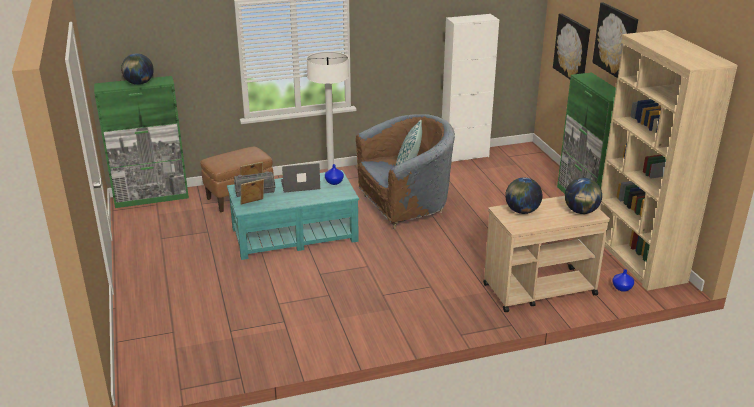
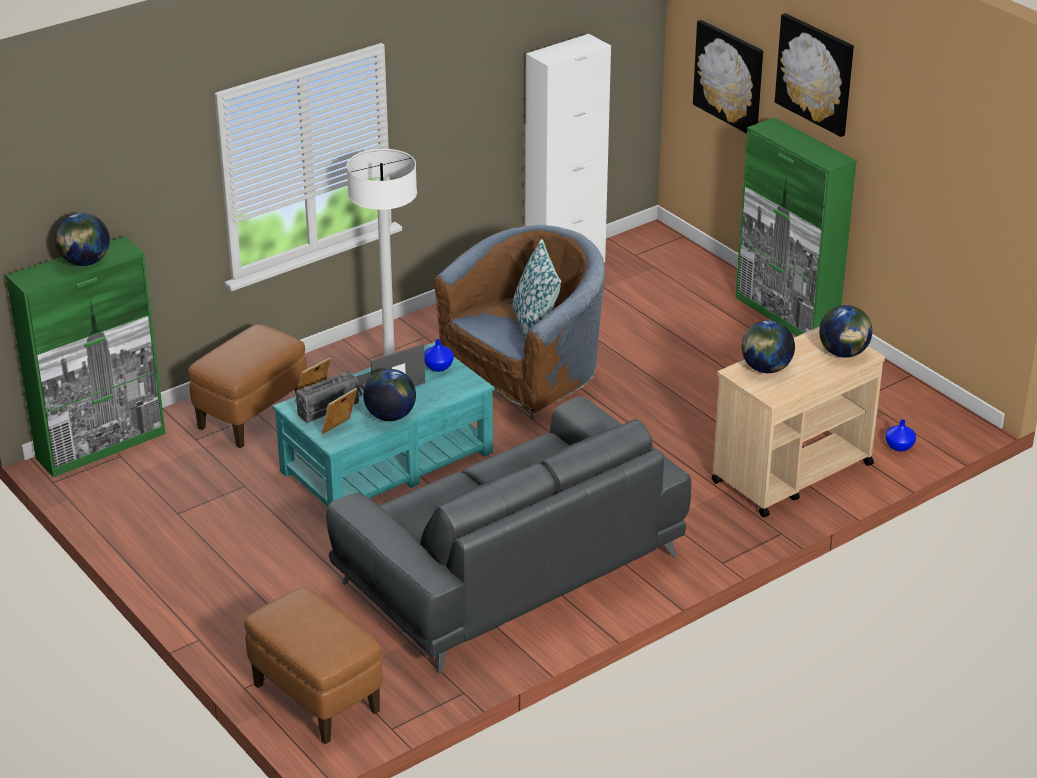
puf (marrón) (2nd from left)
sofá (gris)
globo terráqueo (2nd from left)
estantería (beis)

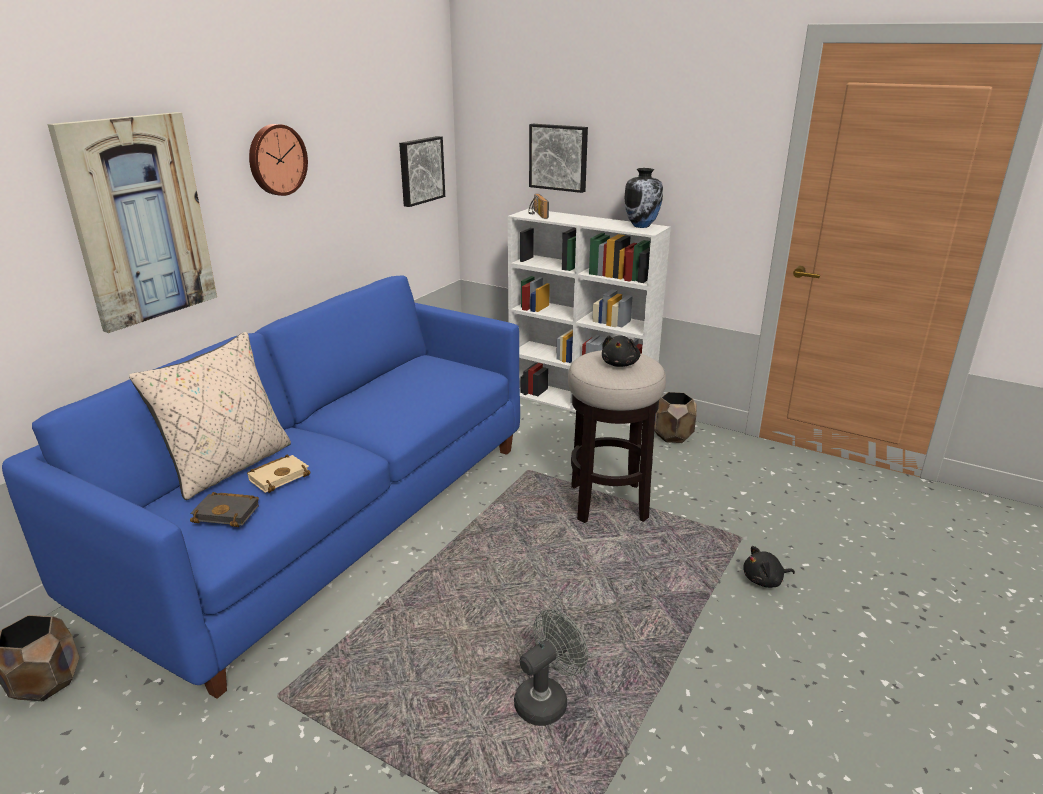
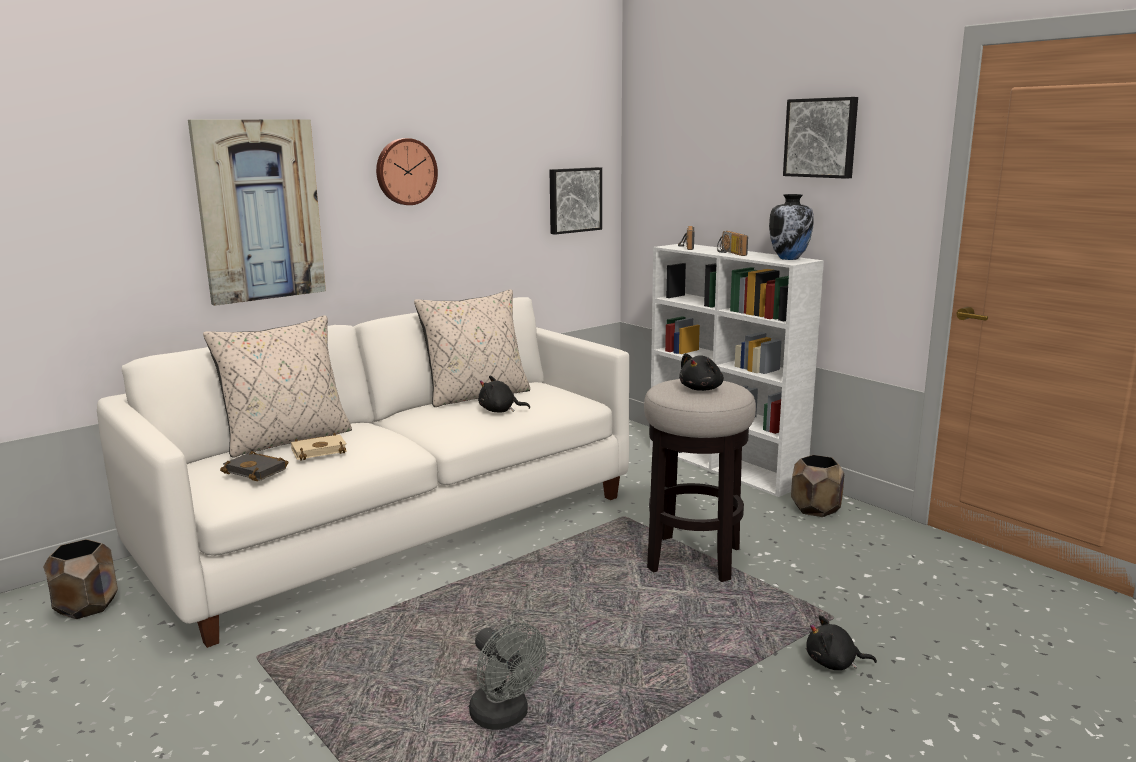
sofá (blanco)
cojín (beis) (2nd from left)
ventilador (gris)
peluche (negro) (1st from left)
radio (2nd from left)
cuadro (3rd from left)

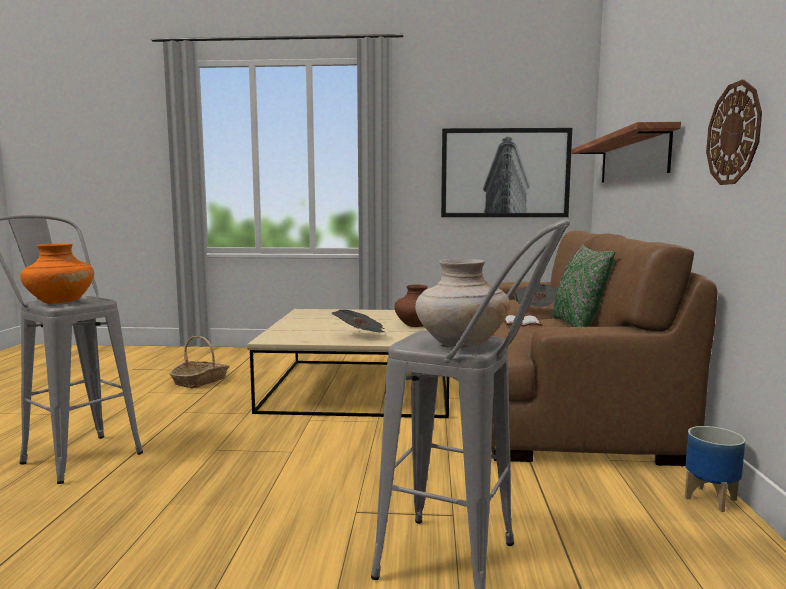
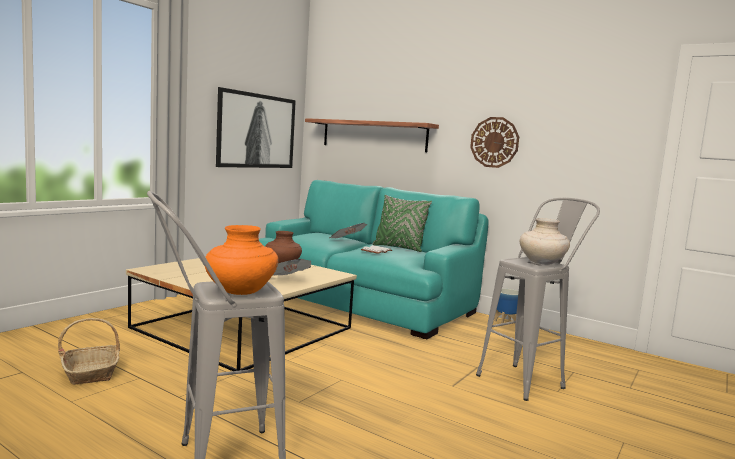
sofá (turquesa)

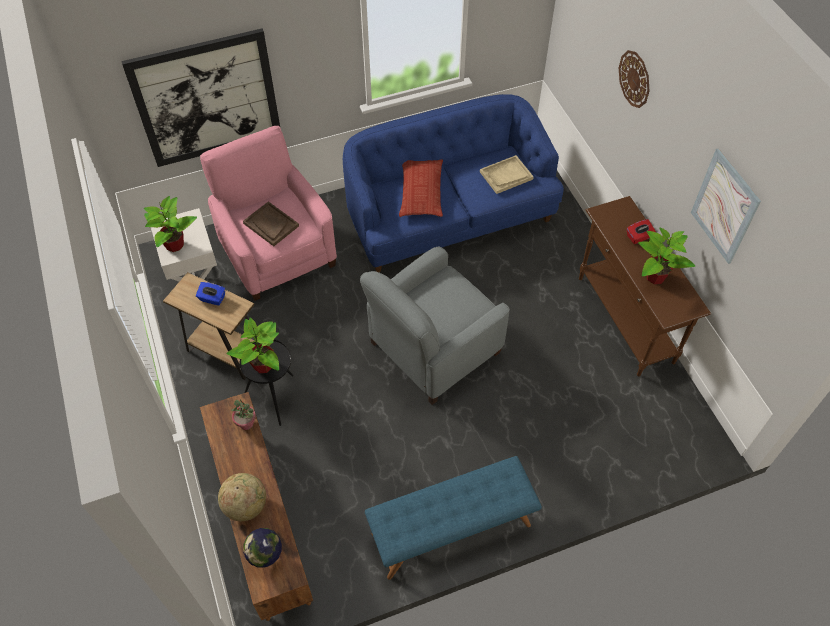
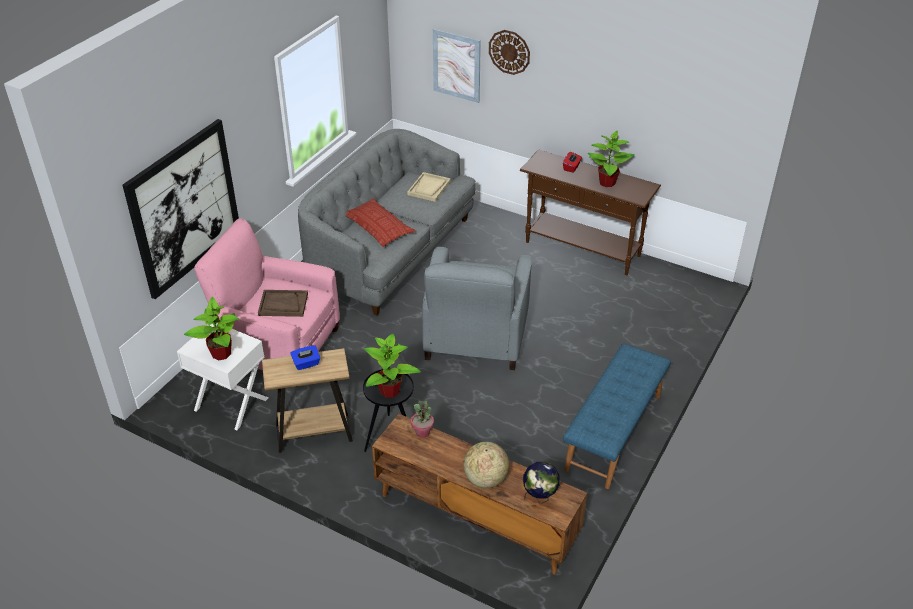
sofá (gris)
cuadro (2nd from left)

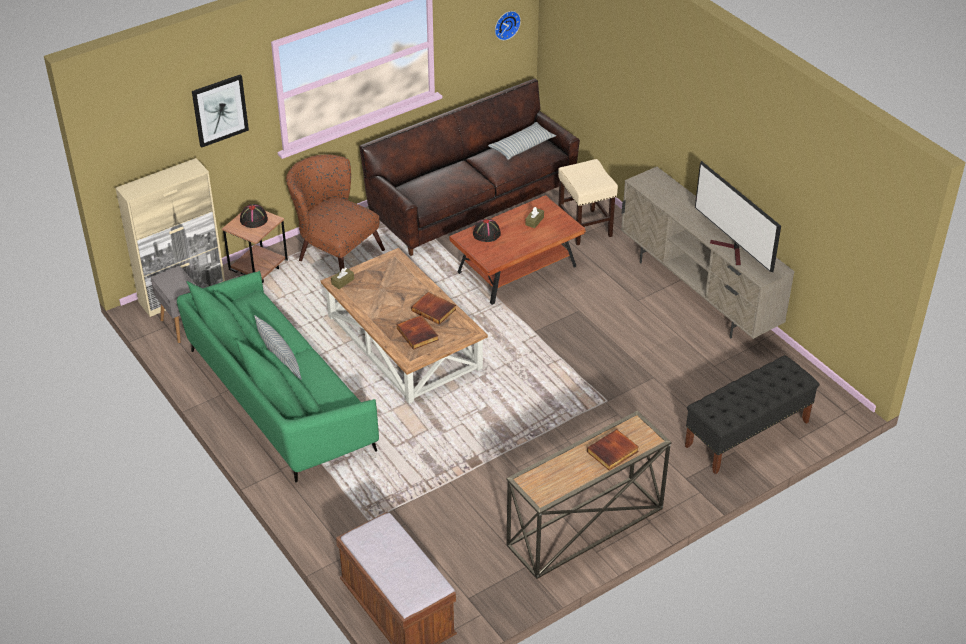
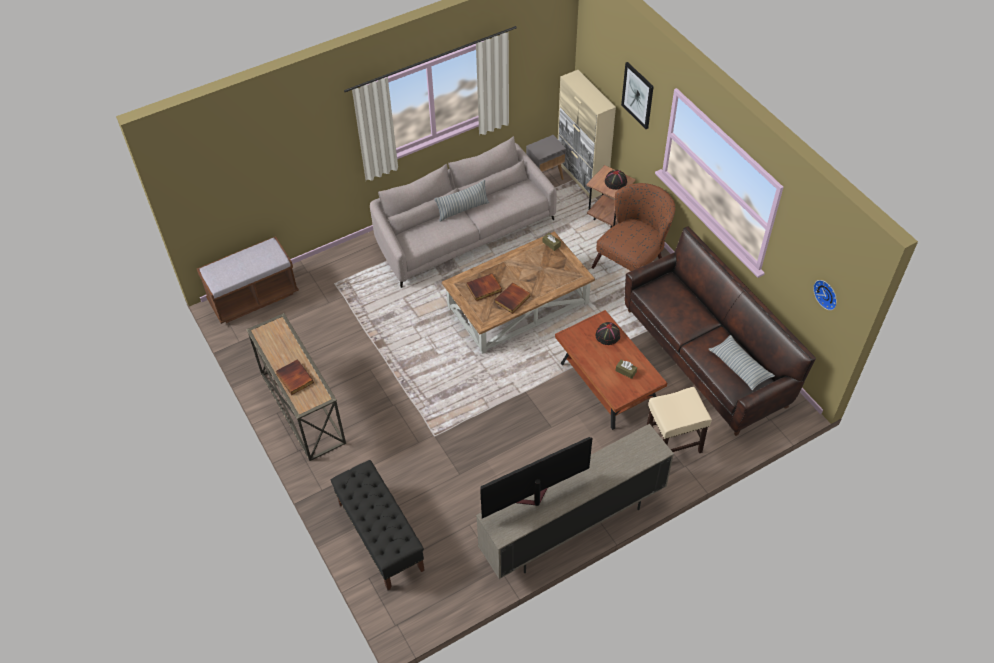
sofá (gris)

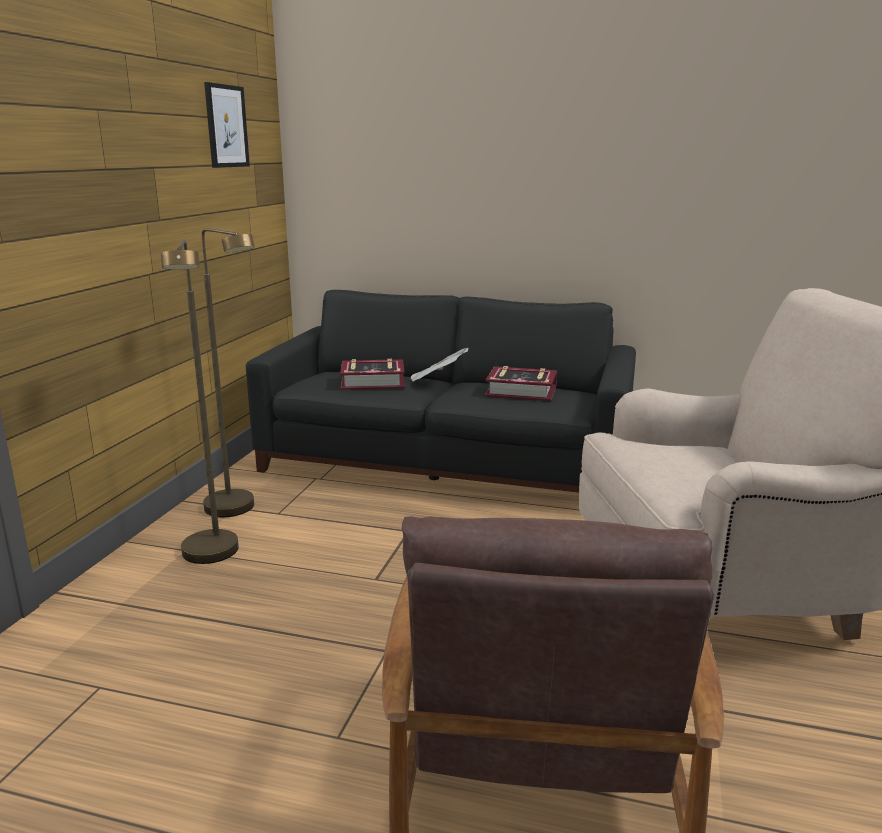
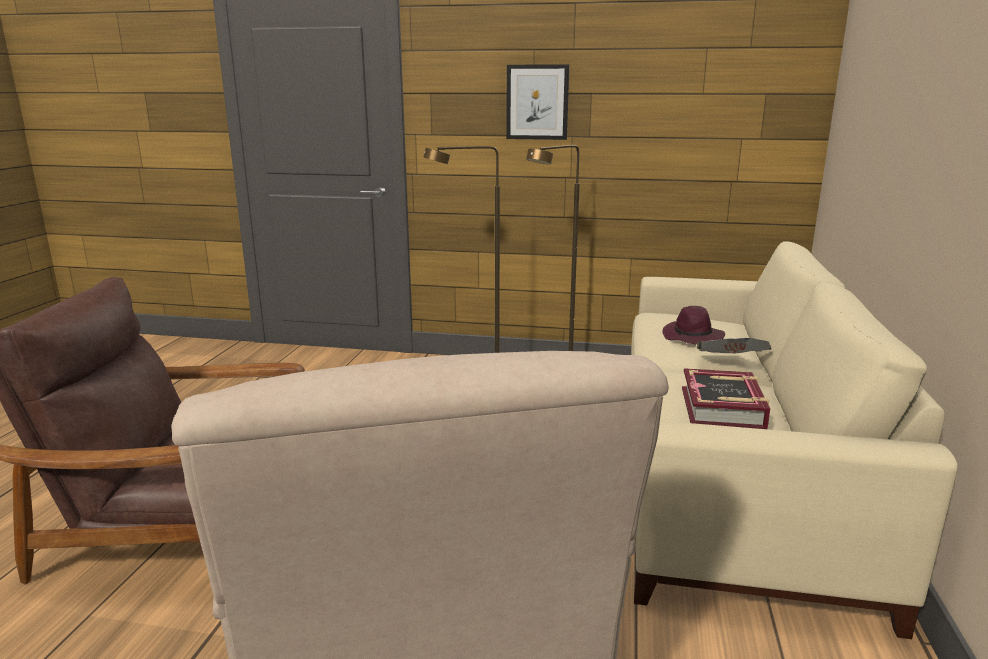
cuadro
sofá (beis)
sombrero (morado)

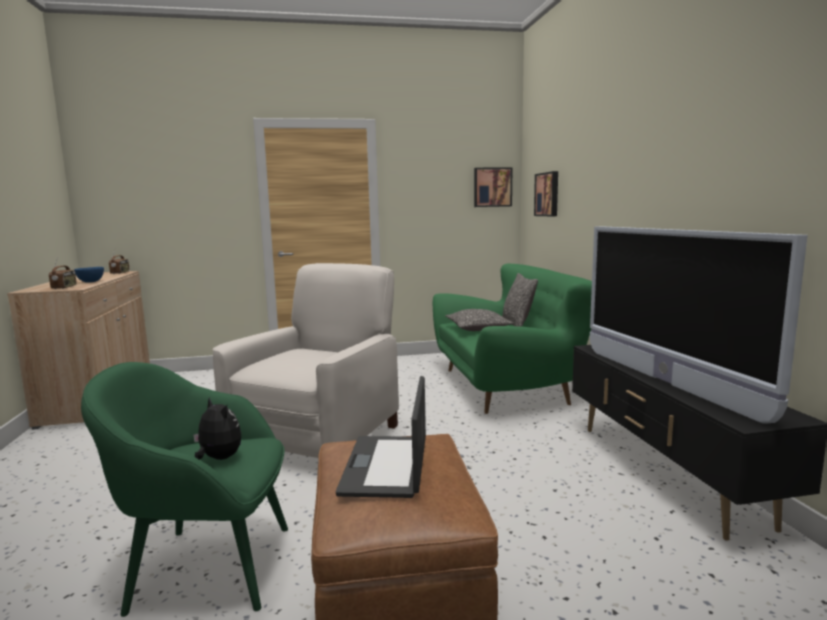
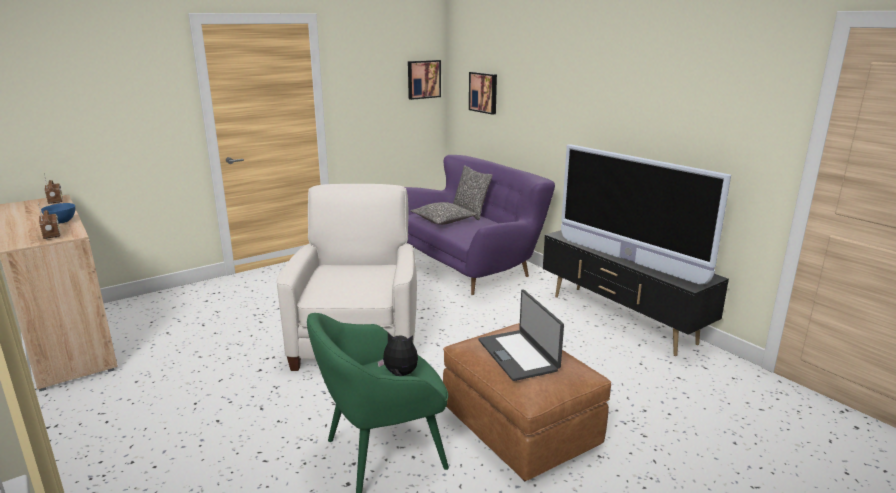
sofá (morado)

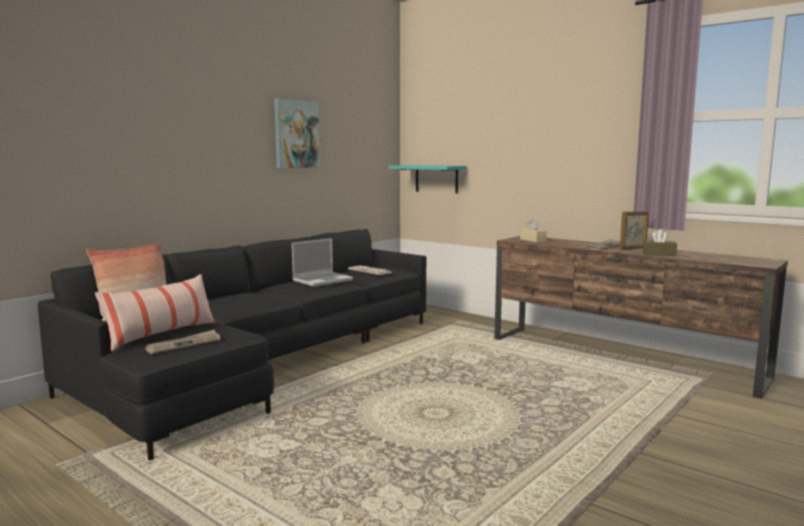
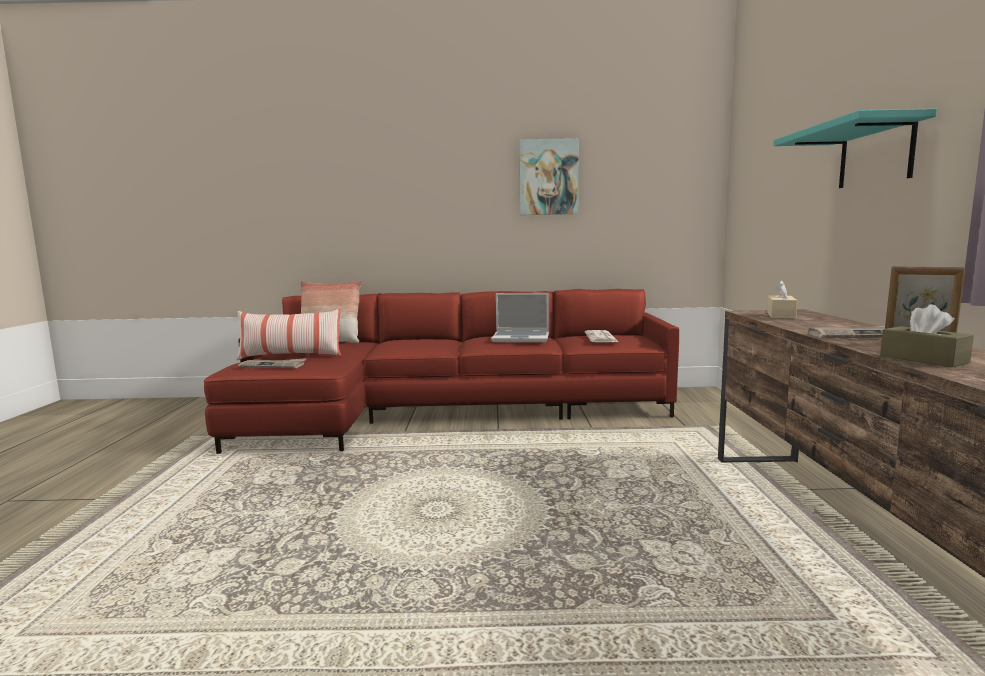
sofá (rojo)
estante (turquesa)

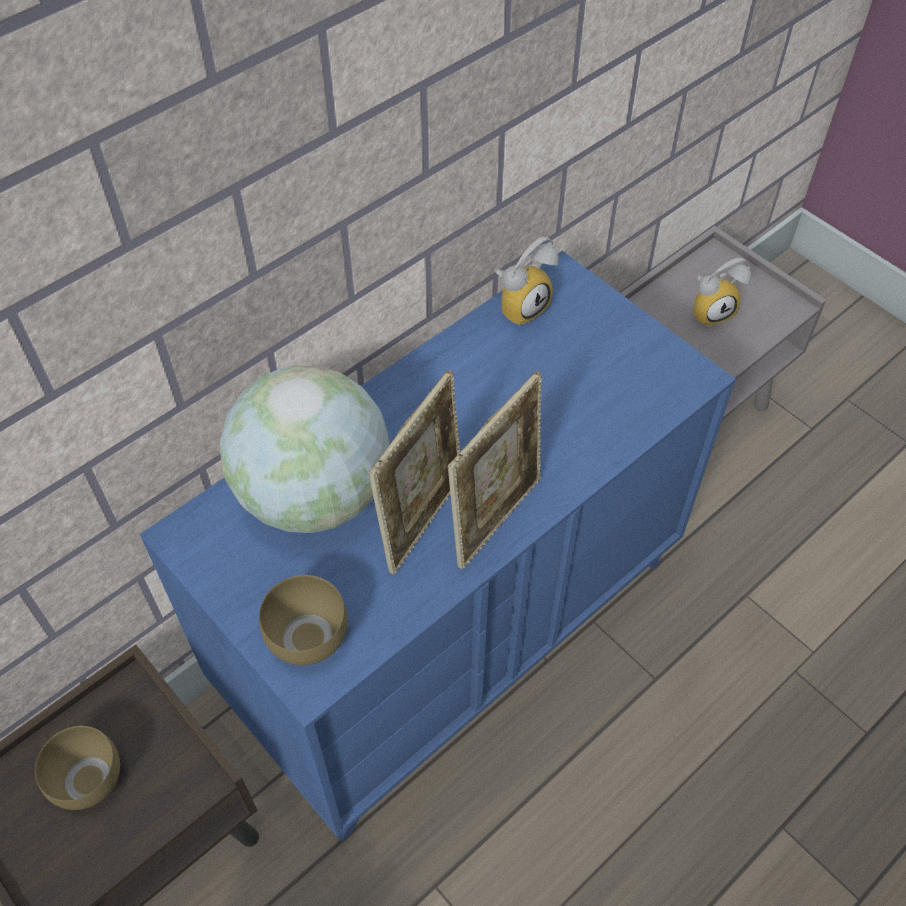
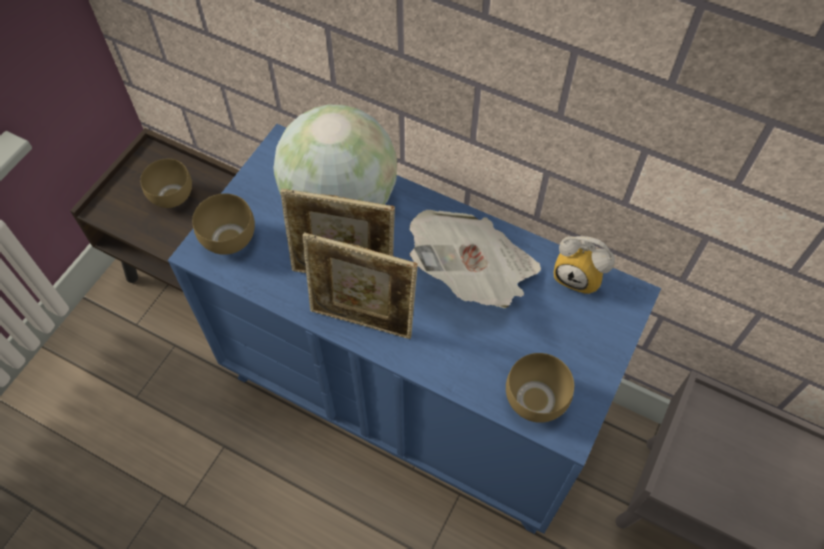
periódico
cuenco (marrón) (3rd from left)
despertador (2nd from left in the first image)

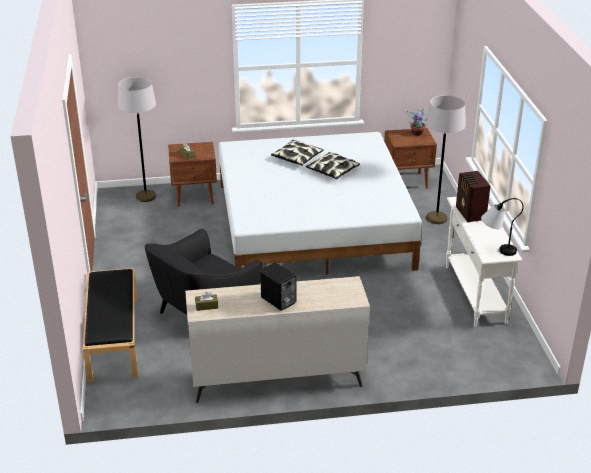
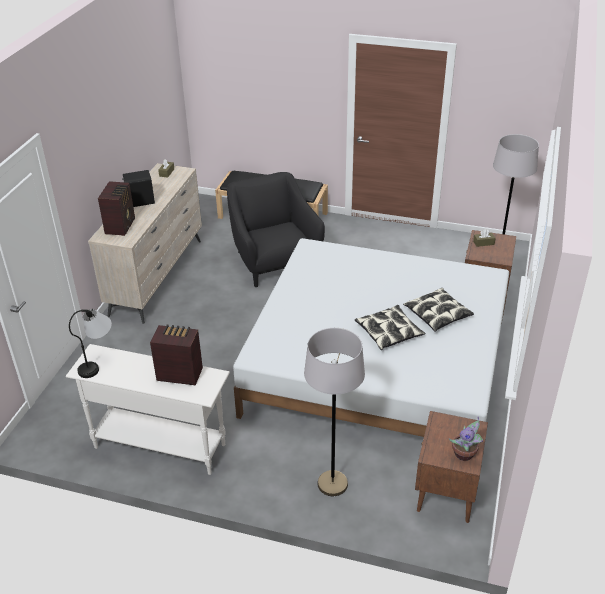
radio (1st from left)

